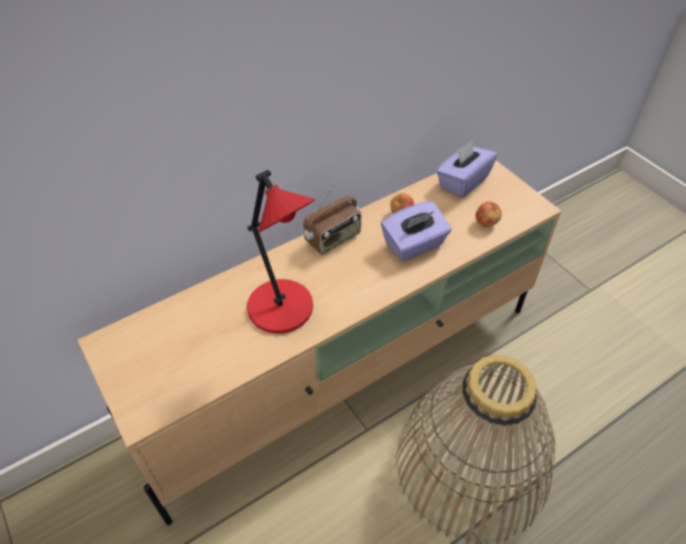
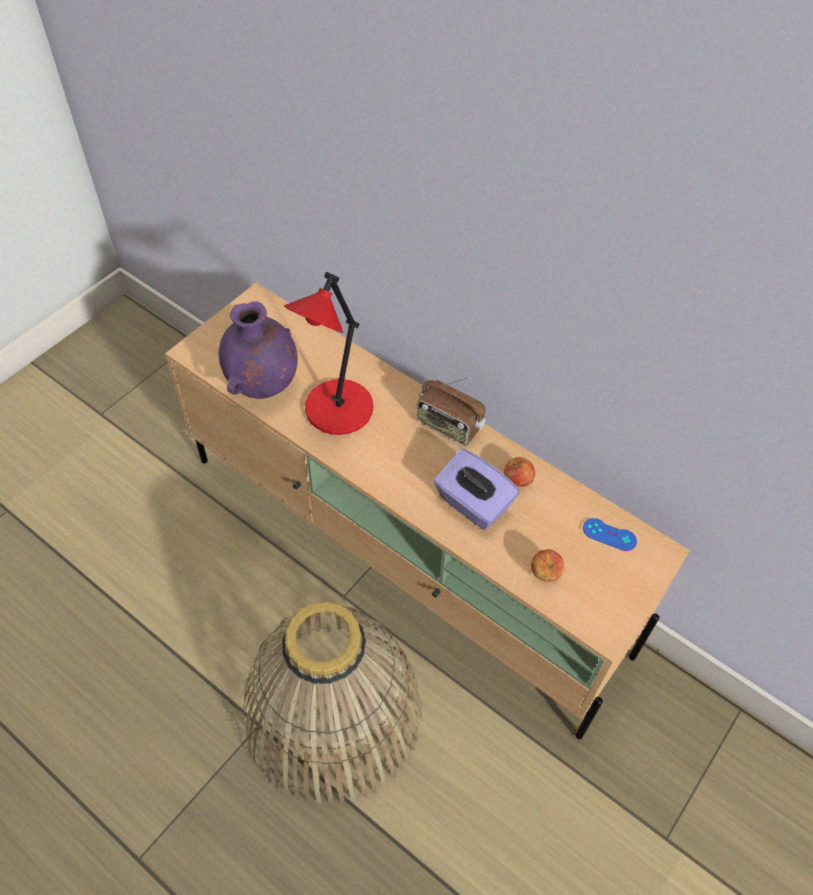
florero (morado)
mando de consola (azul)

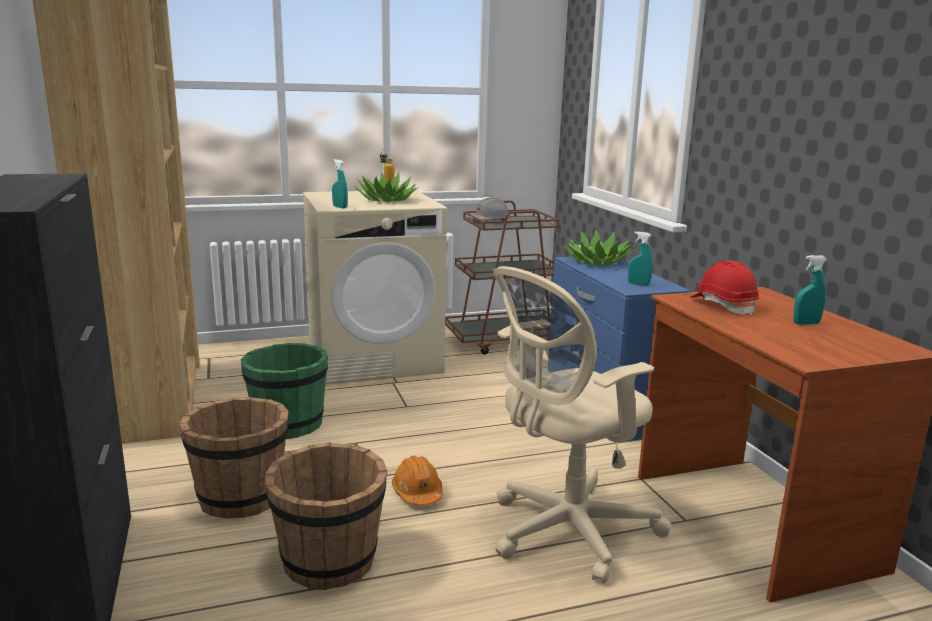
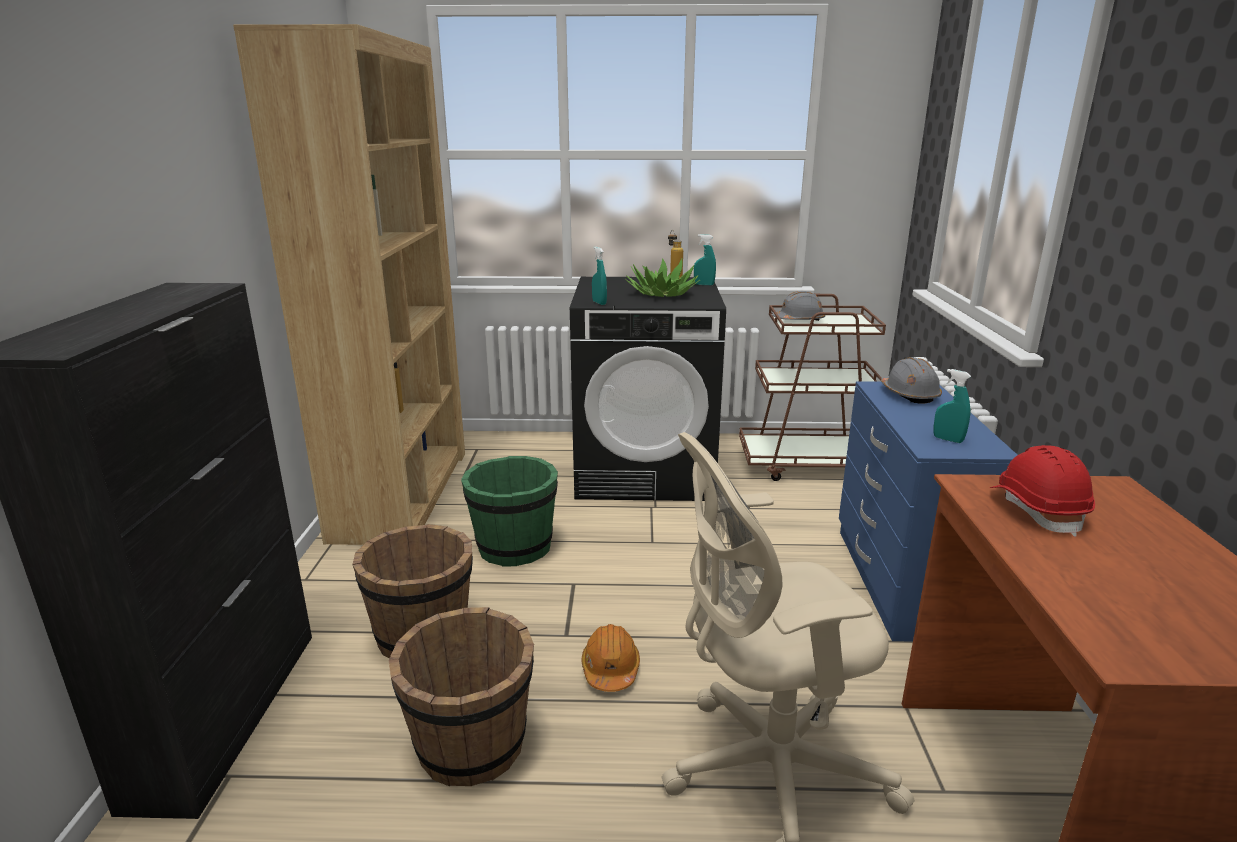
lavadora (negro)
pulverizador (turquesa) (2nd from left)
casco (gris) (2nd from left)

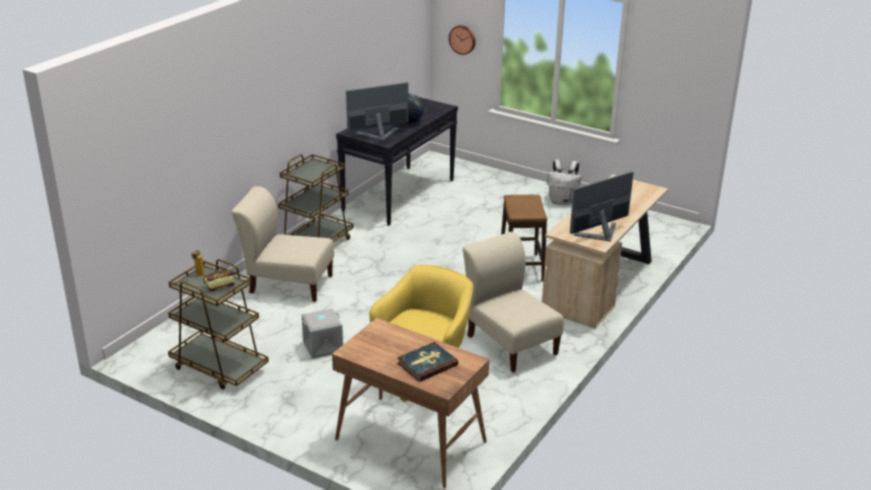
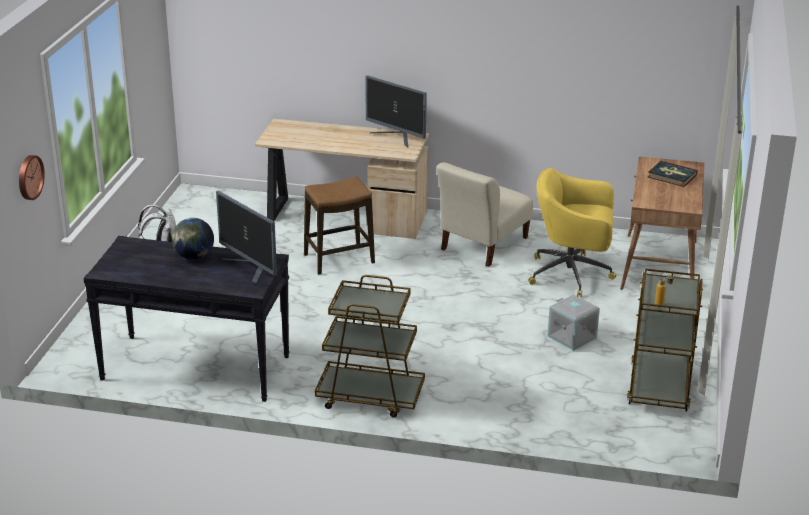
libro (1st from left in the first image)
silla (beis) (1st from left in the first image)

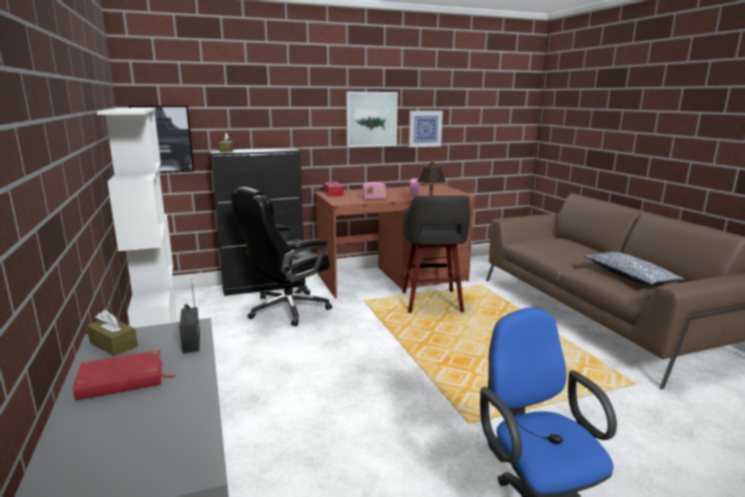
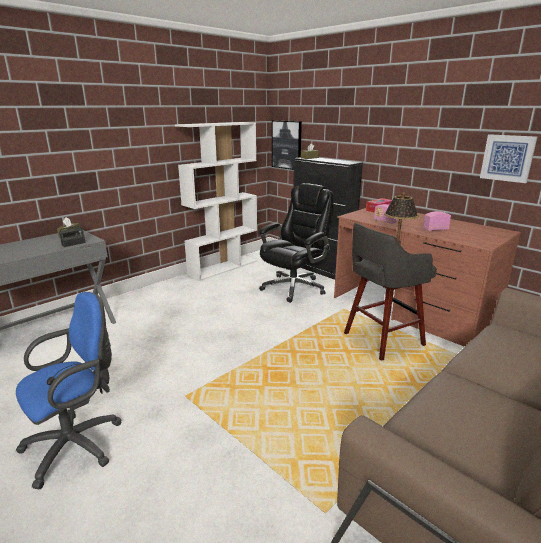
silla de oficina (negro)
libro (rojo)
cuadro (2nd from left in the first image)
cojín

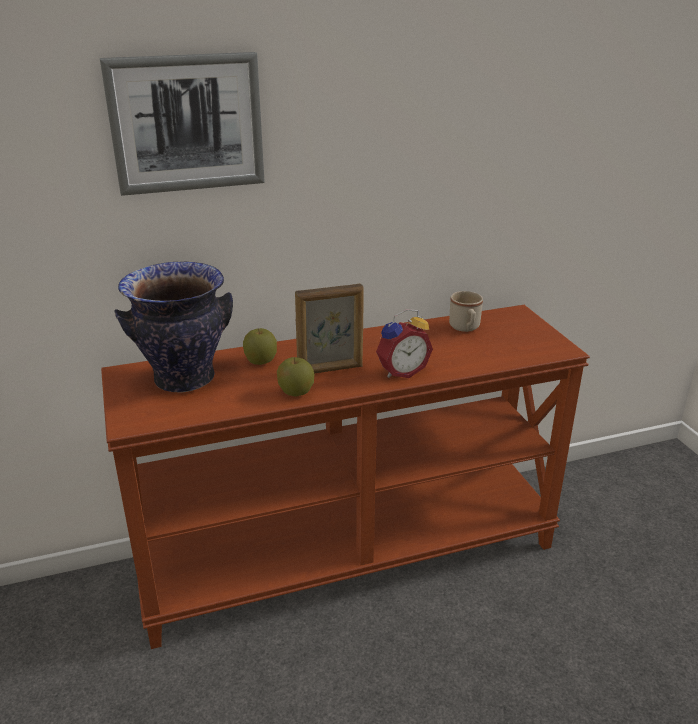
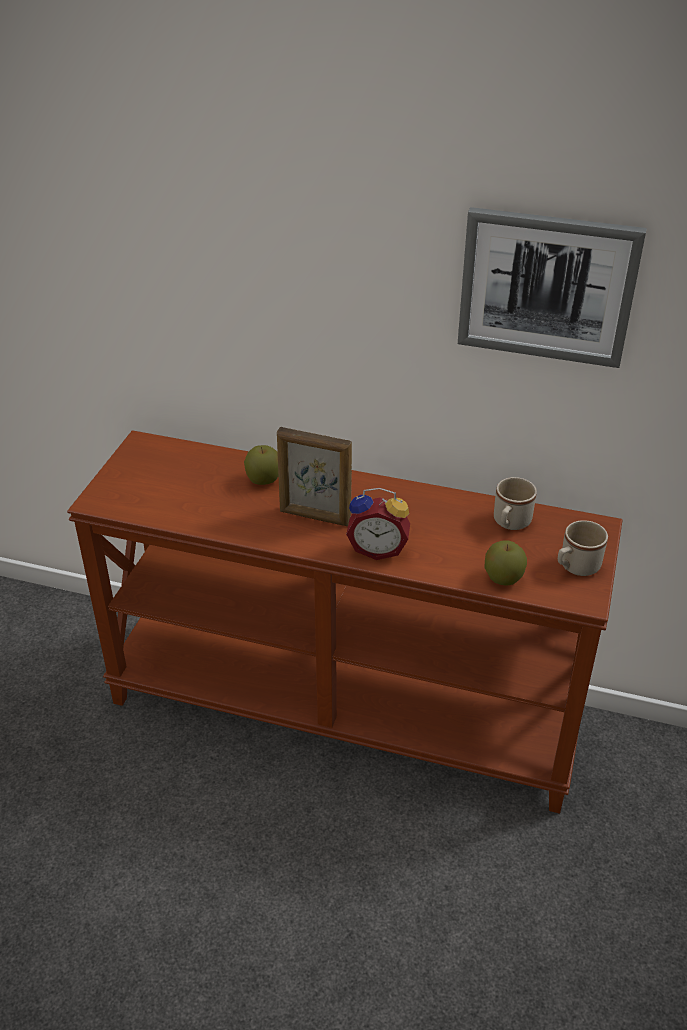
cuadro
manzana (2nd from left)
taza grande (beis) (2nd from left)
florero

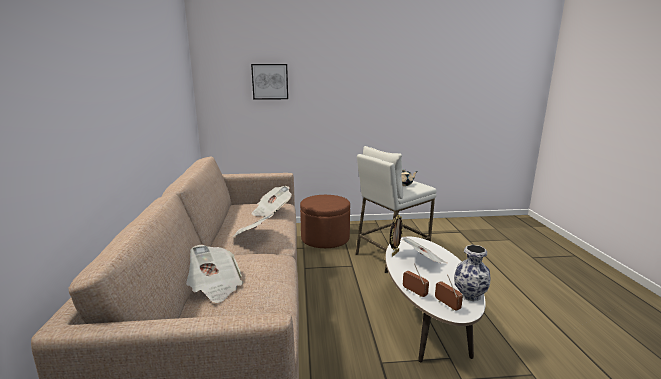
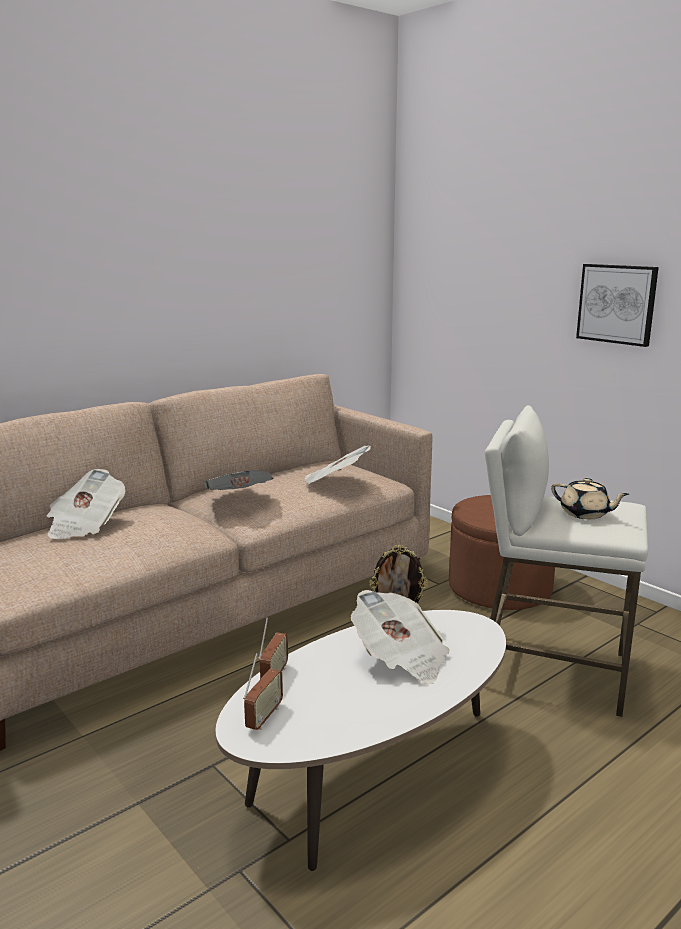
cuadro
florero

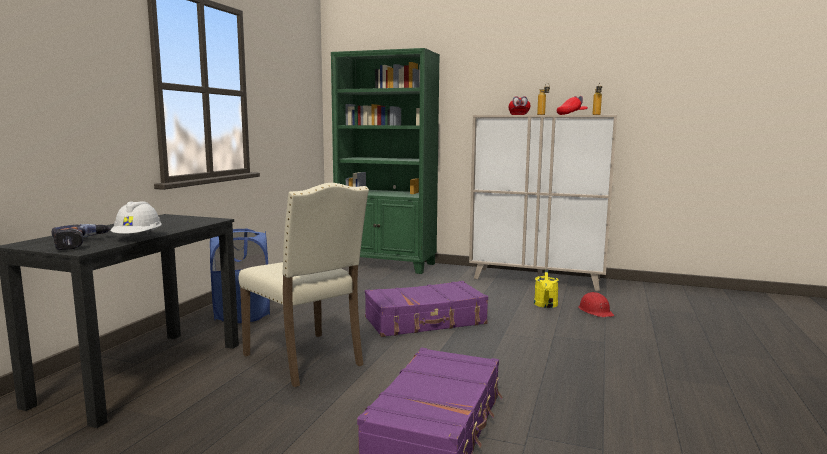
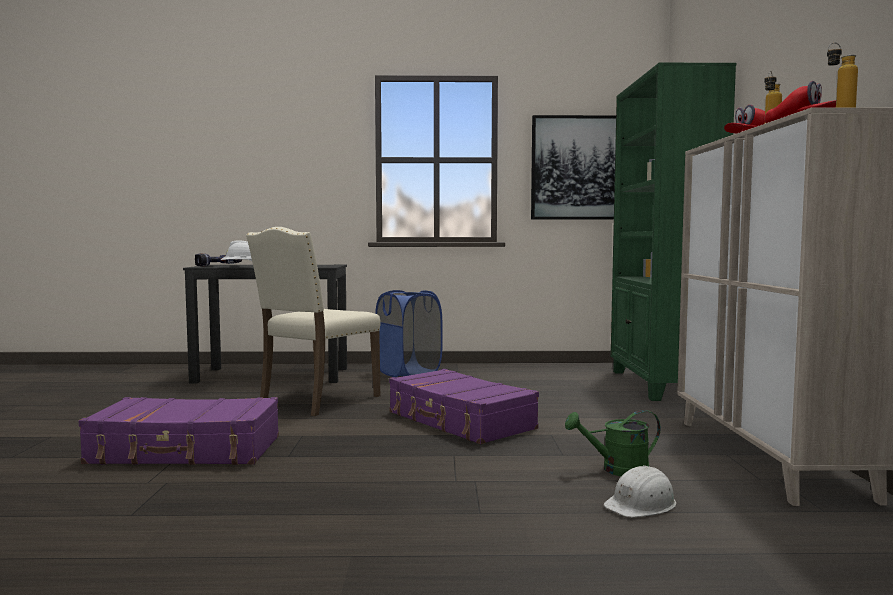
cuadro
regadera (verde)
casco (blanco) (2nd from left)

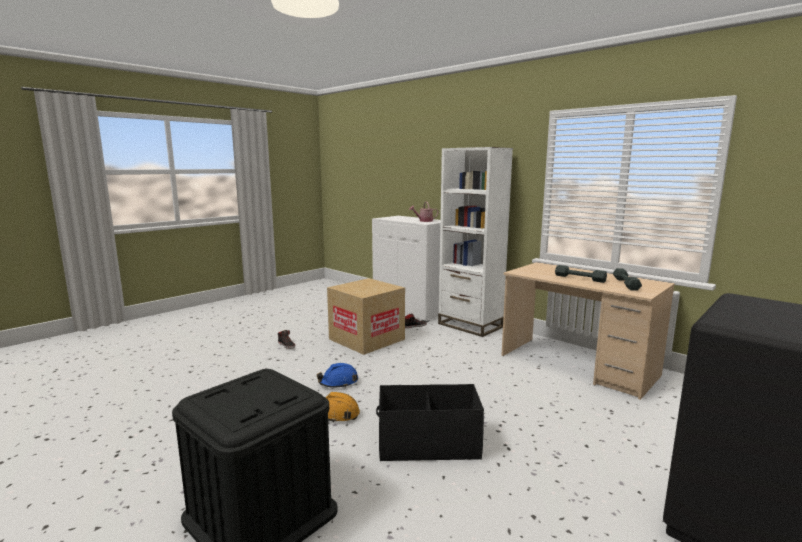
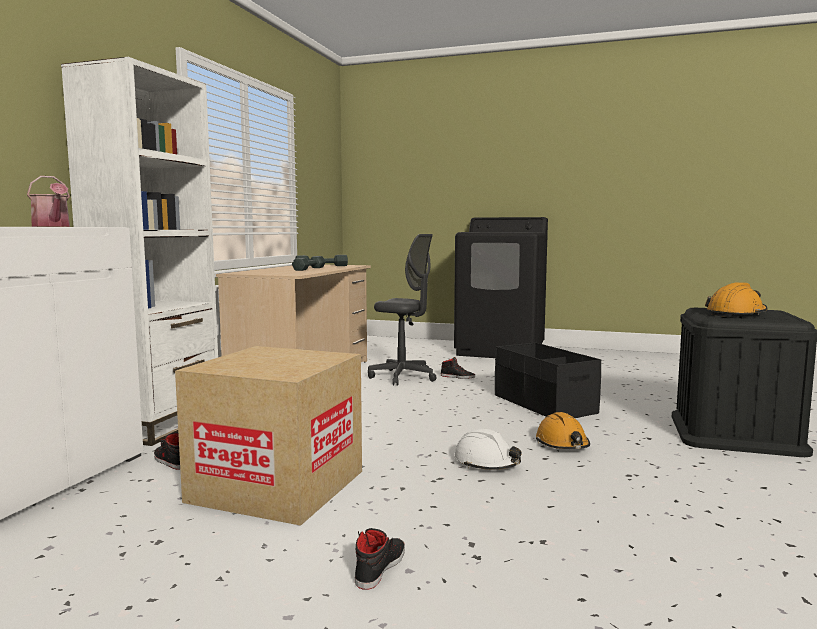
silla de oficina (gris)
zapato (negro) (3rd from left)
casco (blanco)
casco (naranja) (2nd from left)

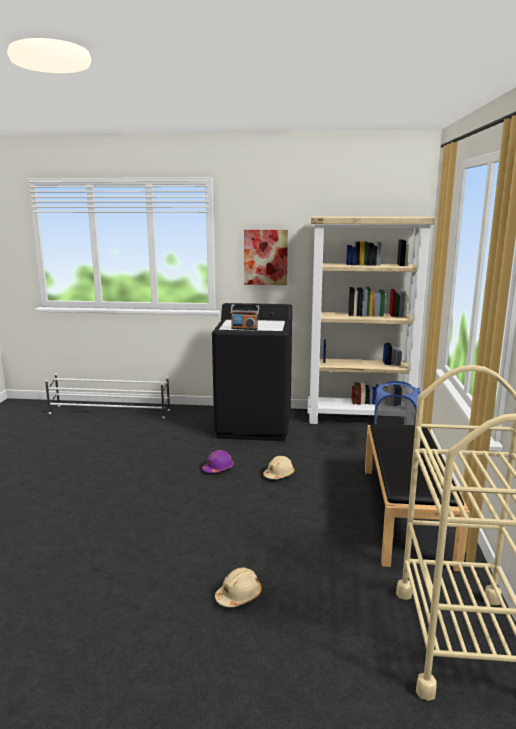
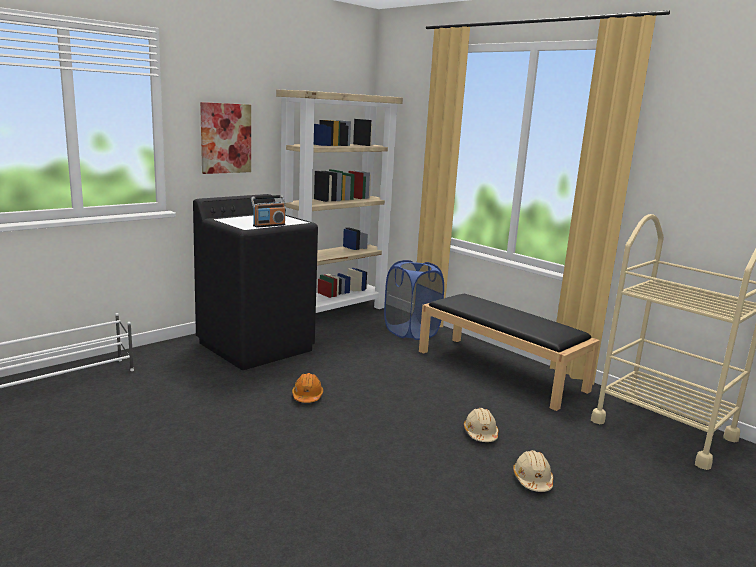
casco (naranja)
casco (beis) (1st from left)

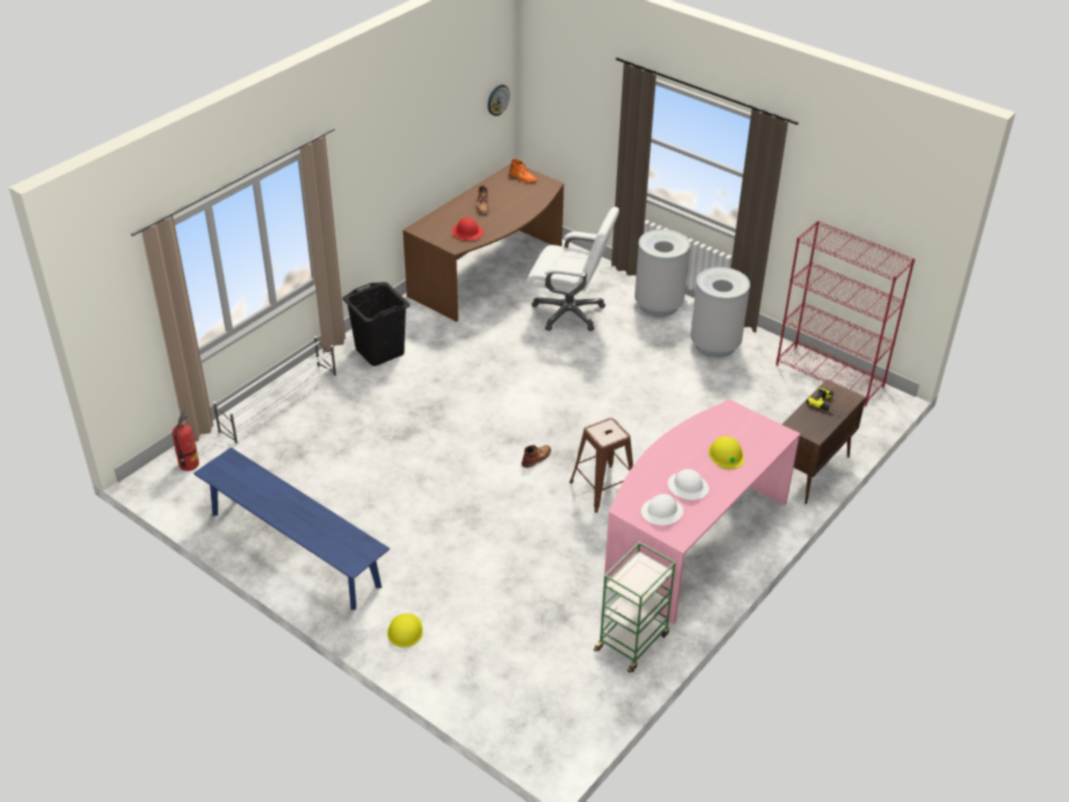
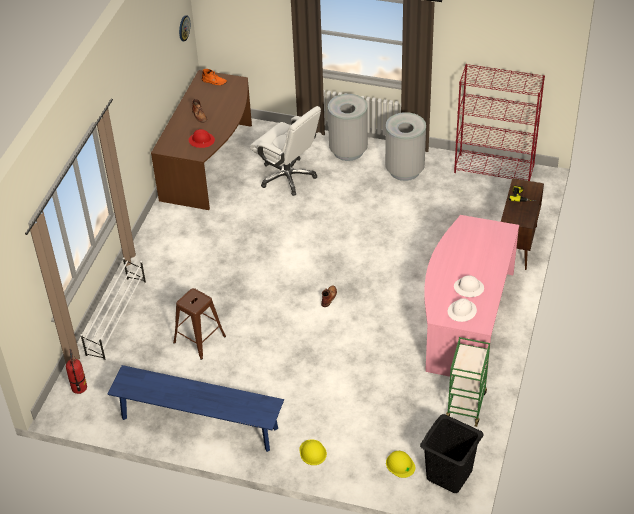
taburete (marrón)
silla de oficina (blanco)
casco (amarillo) (2nd from left)
cesto de la ropa (negro)

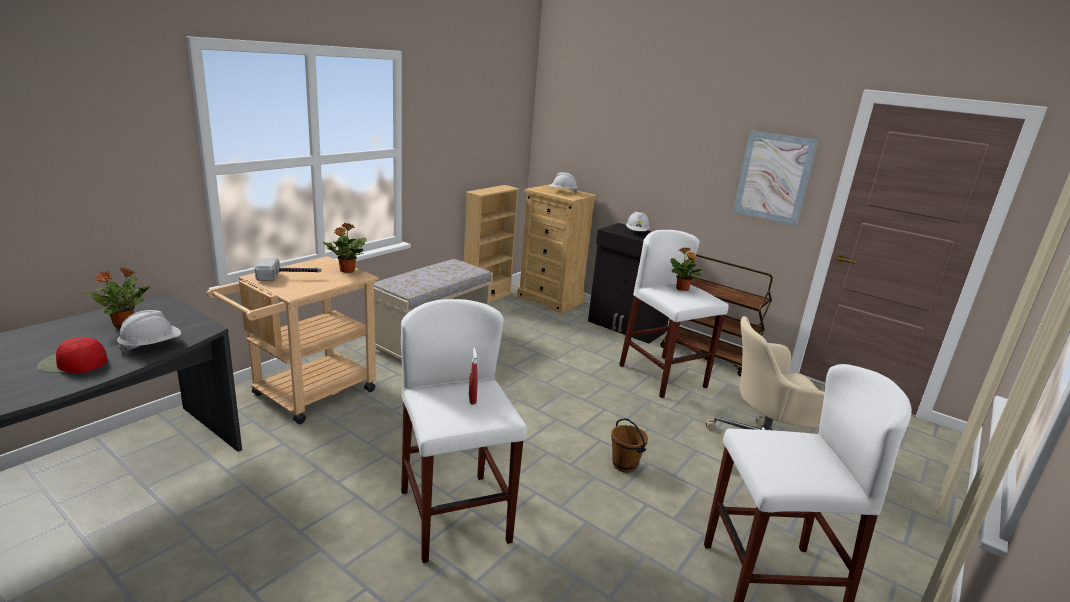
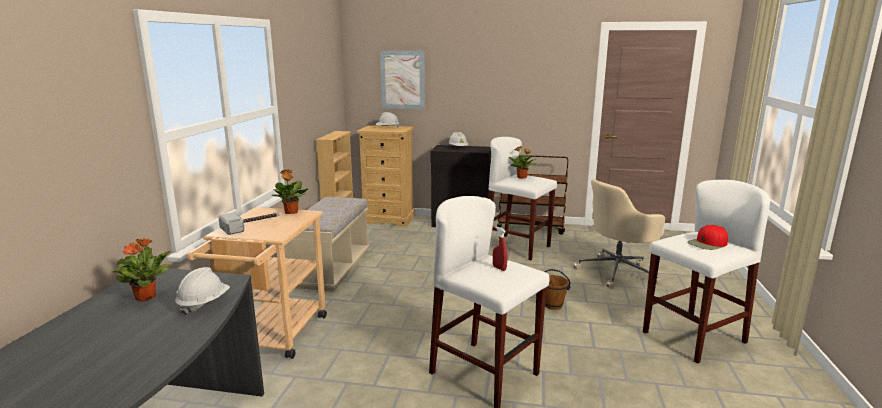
cuadro
gorra (rojo)

